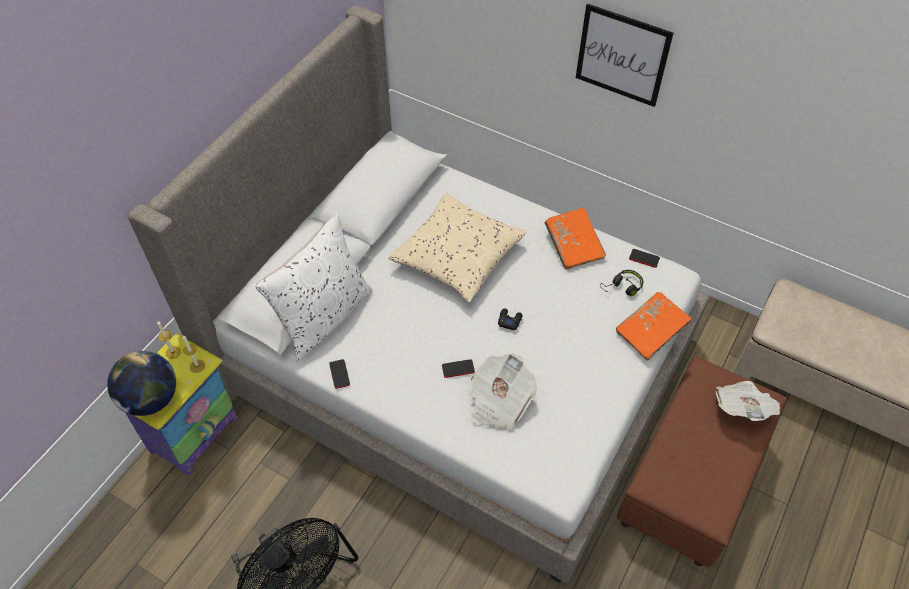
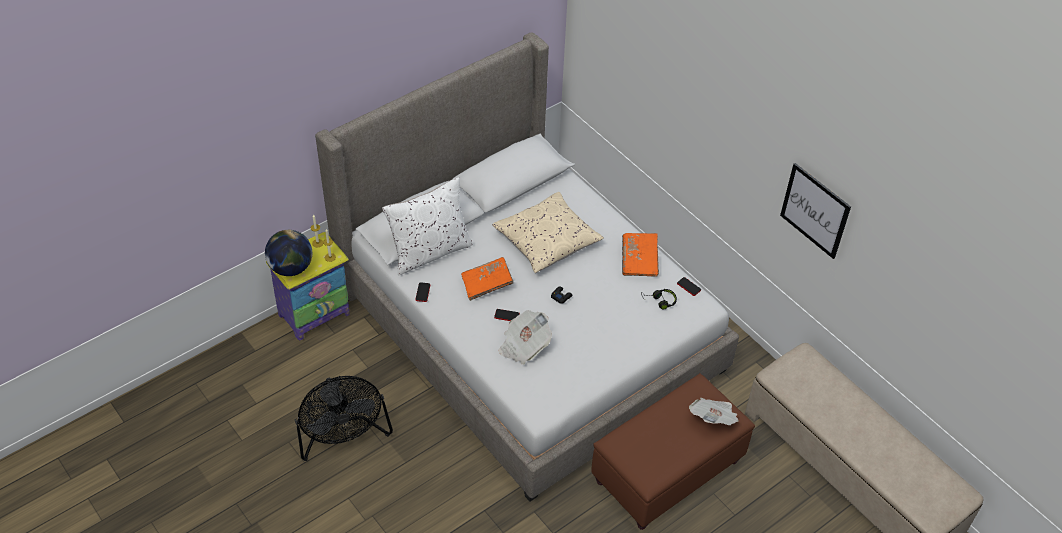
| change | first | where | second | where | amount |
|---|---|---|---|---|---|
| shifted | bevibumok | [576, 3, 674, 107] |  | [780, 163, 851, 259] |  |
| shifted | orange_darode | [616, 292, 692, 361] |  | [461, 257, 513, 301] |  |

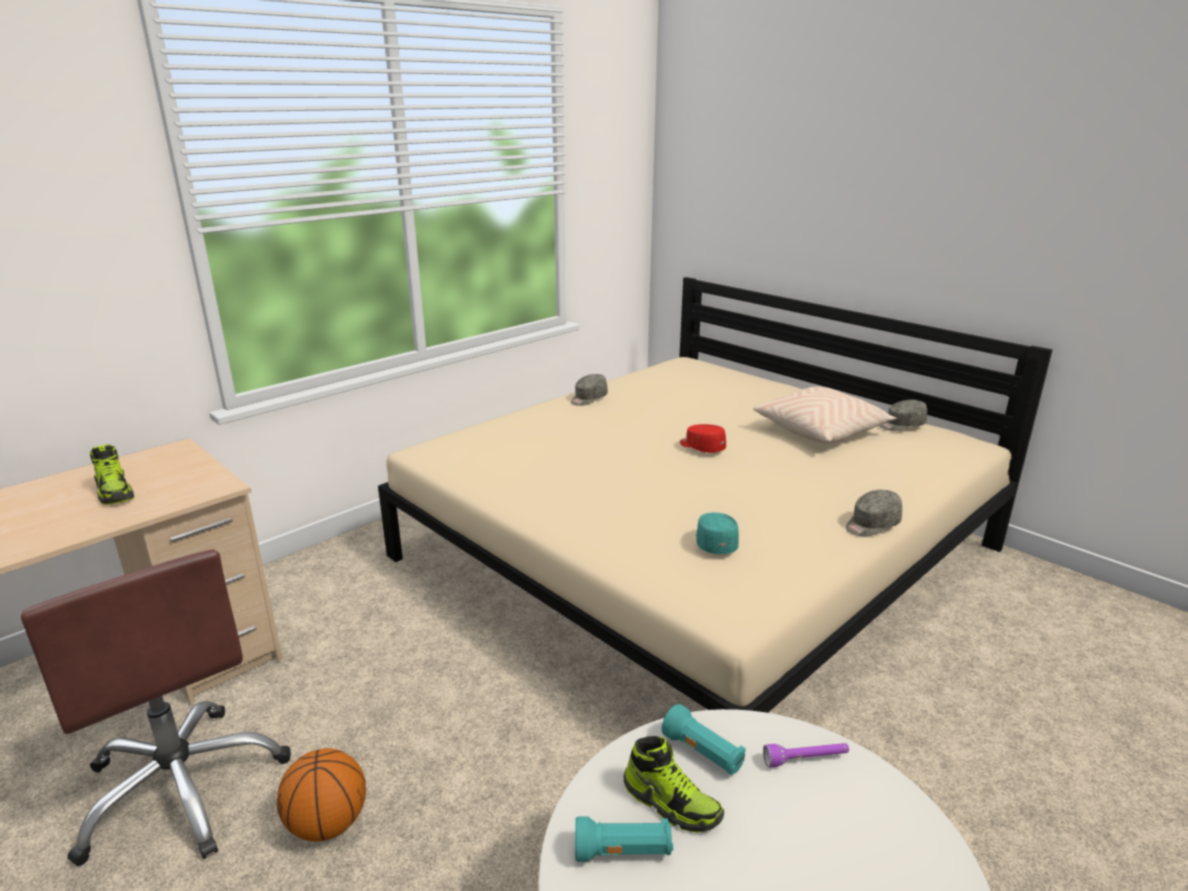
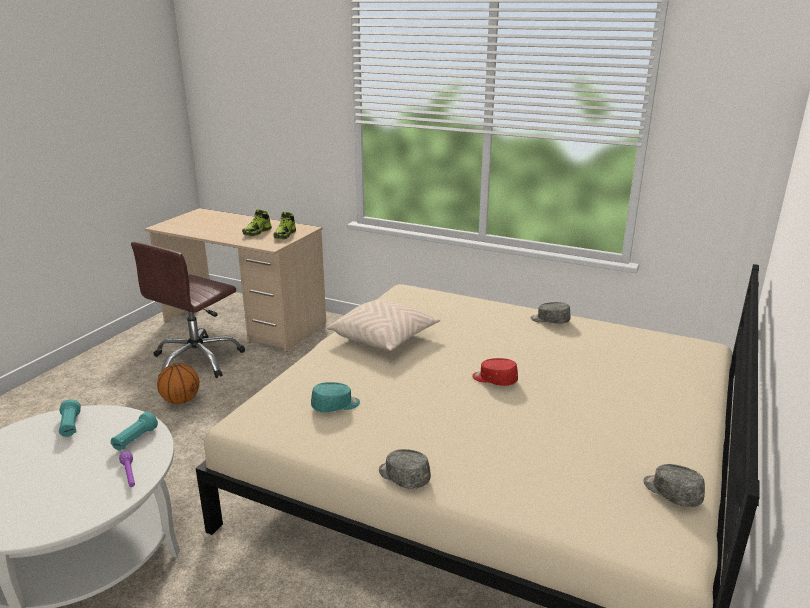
| change | first | where | second | where | amount |
|---|---|---|---|---|---|
| shifted | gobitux | [624, 736, 724, 833] |  | [273, 212, 296, 240] |  |
| shifted | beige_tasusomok | [753, 387, 896, 444] |  | [327, 299, 440, 351] |  |
| rotated | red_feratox | [680, 424, 726, 453] |  | [472, 358, 518, 386] | 90 degrees counterclockwise |

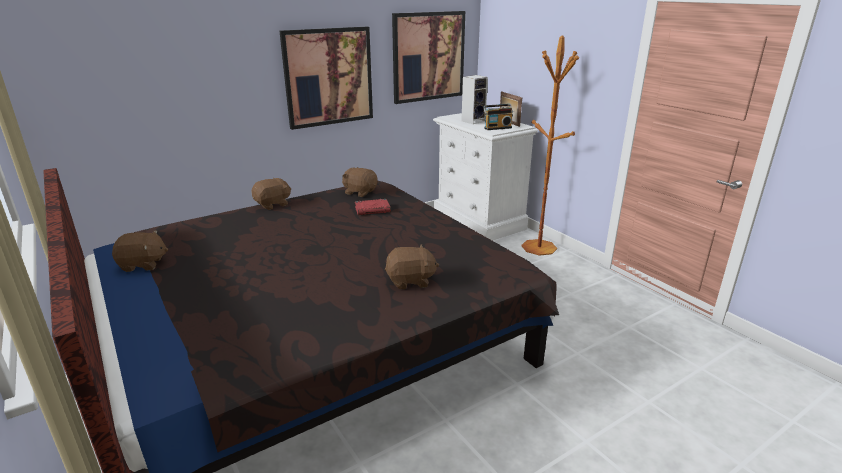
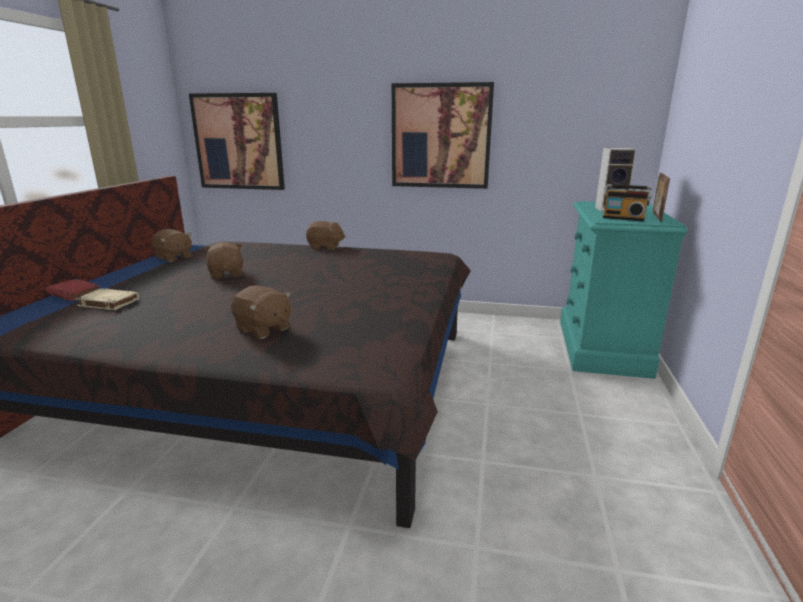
| change | first | where | second | where | amount |
|---|---|---|---|---|---|
| gone | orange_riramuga | [521, 35, 579, 256] |  |  |  |
| new |  |  | beige_darode | [76, 289, 139, 310] |  |
| shifted | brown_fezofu | [342, 167, 377, 197] |  | [204, 242, 243, 279] |  |
| shifted | red_darode | [355, 199, 391, 215] |  | [46, 279, 100, 301] |  |
| shifted | bevibumok | [392, 11, 465, 104] |  | [189, 93, 285, 190] |  |
| repainted | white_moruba | [433, 113, 538, 241] | turquoise_moruba | [560, 201, 687, 379] |  |

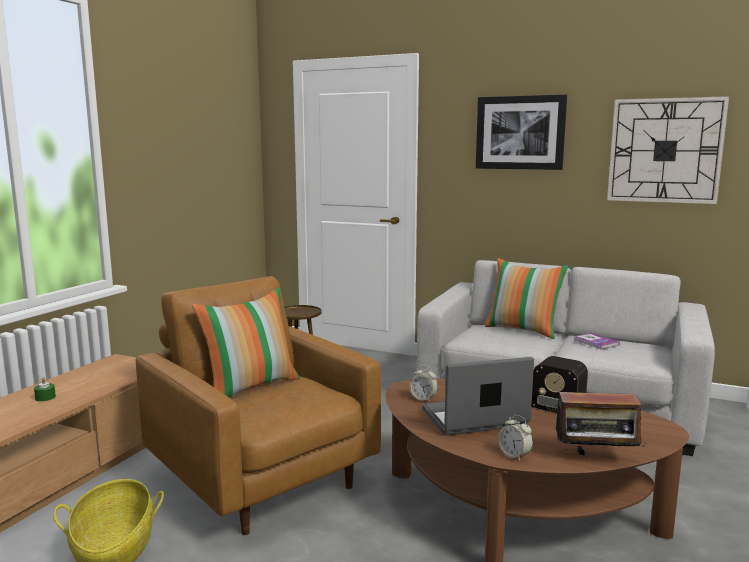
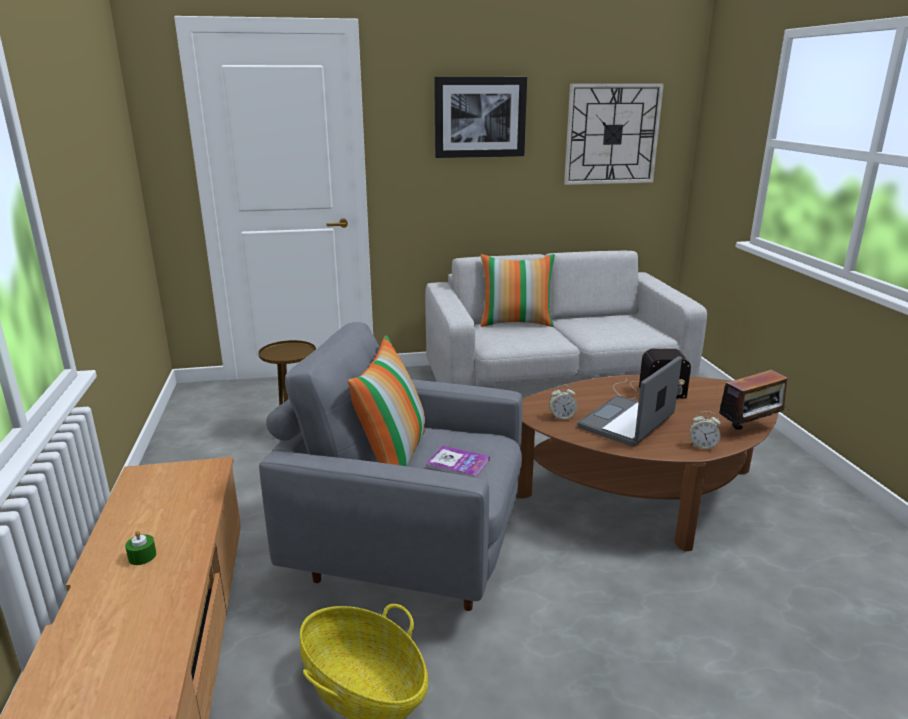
| change | first | where | second | where | amount |
|---|---|---|---|---|---|
| shifted | darode | [574, 333, 620, 350] |  | [426, 446, 490, 478] |  |
| repainted | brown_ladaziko | [136, 276, 381, 535] | grey_ladaziko | [259, 322, 523, 611] |  |

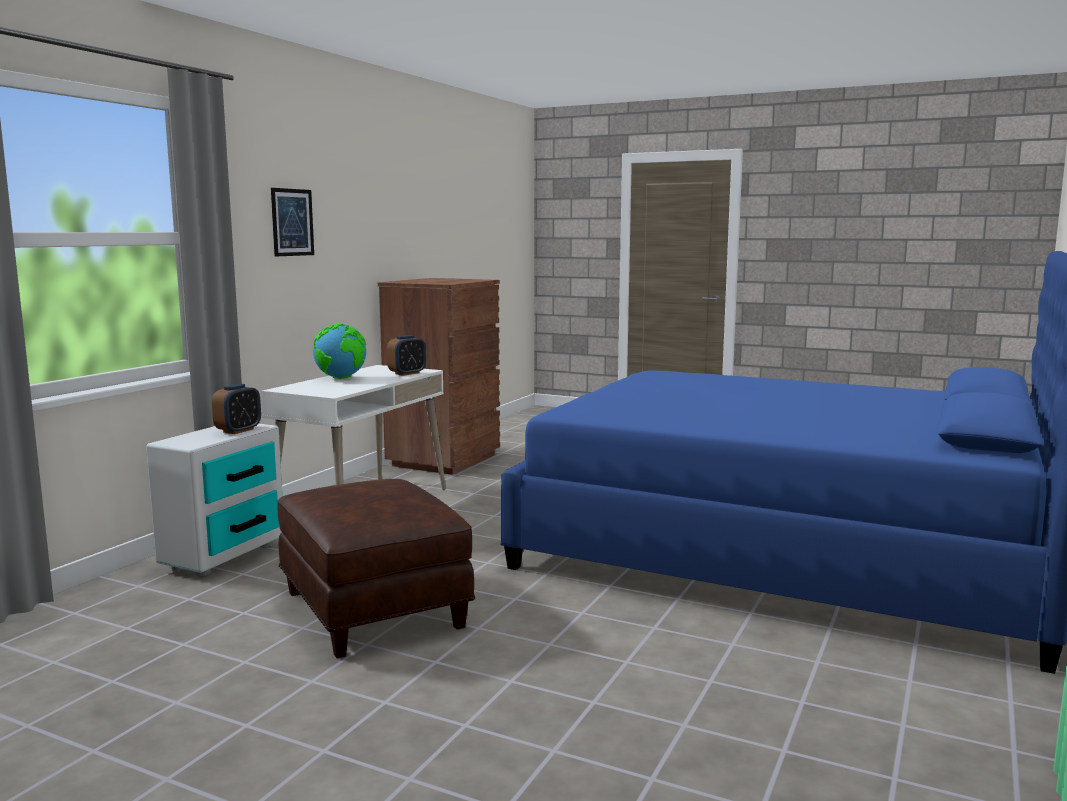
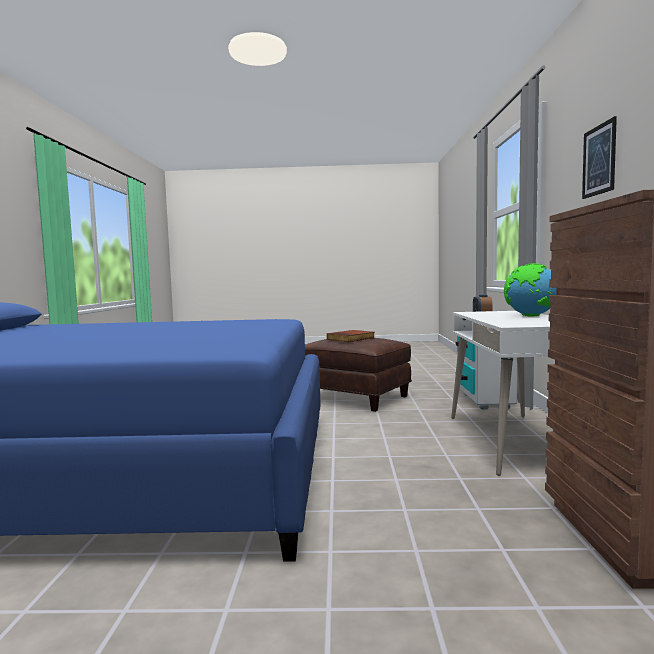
| change | first | where | second | where | amount |
|---|---|---|---|---|---|
| gone | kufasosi | [387, 335, 426, 376] |  |  |  |
| new |  |  | darode | [327, 330, 374, 342] |  |

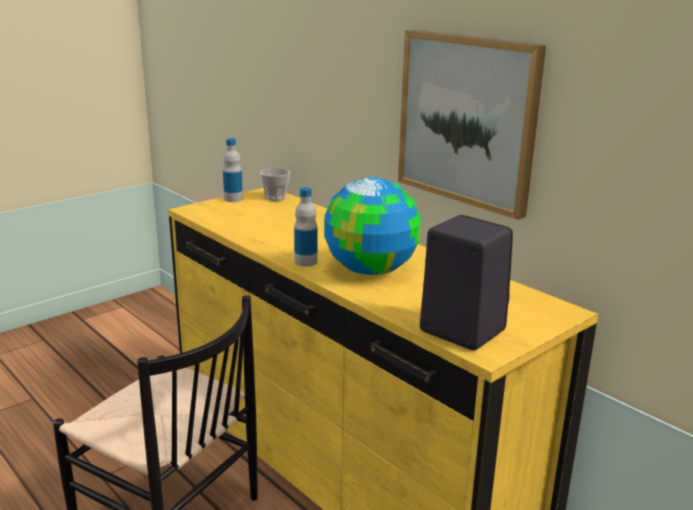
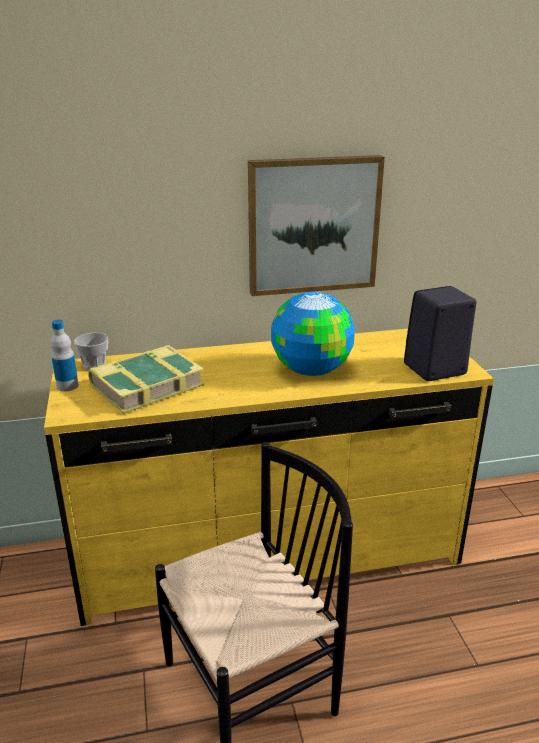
| change | first | where | second | where | amount |
|---|---|---|---|---|---|
| gone | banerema | [294, 187, 318, 267] |  |  |  |
| new |  |  | darode | [88, 345, 204, 414] |  |

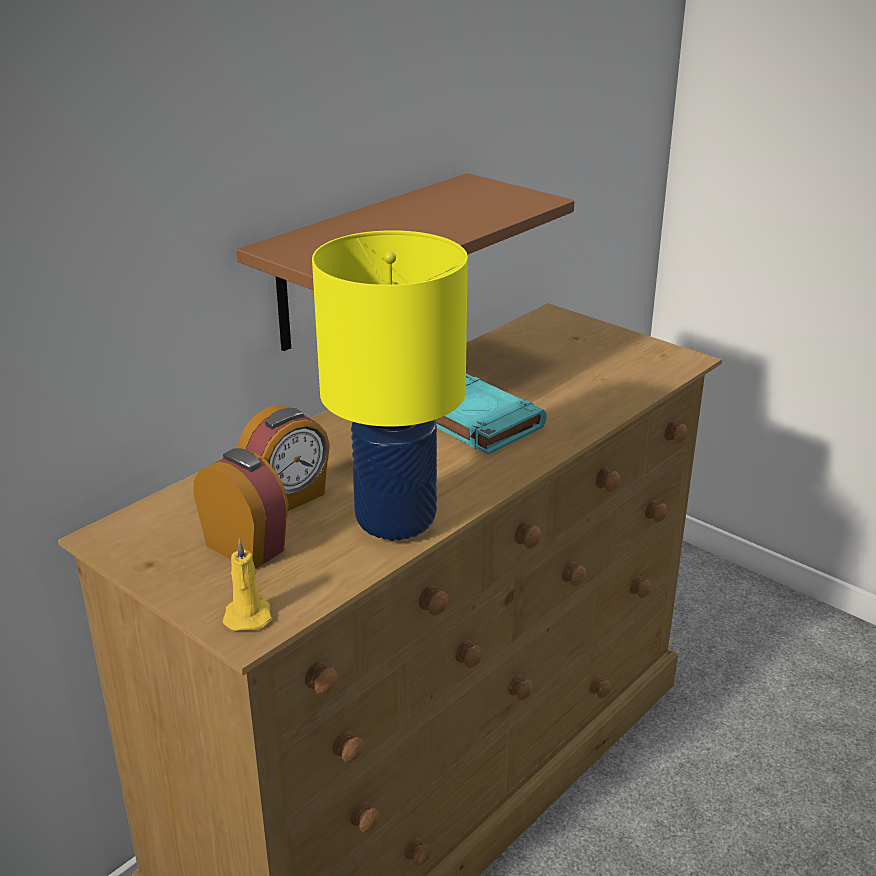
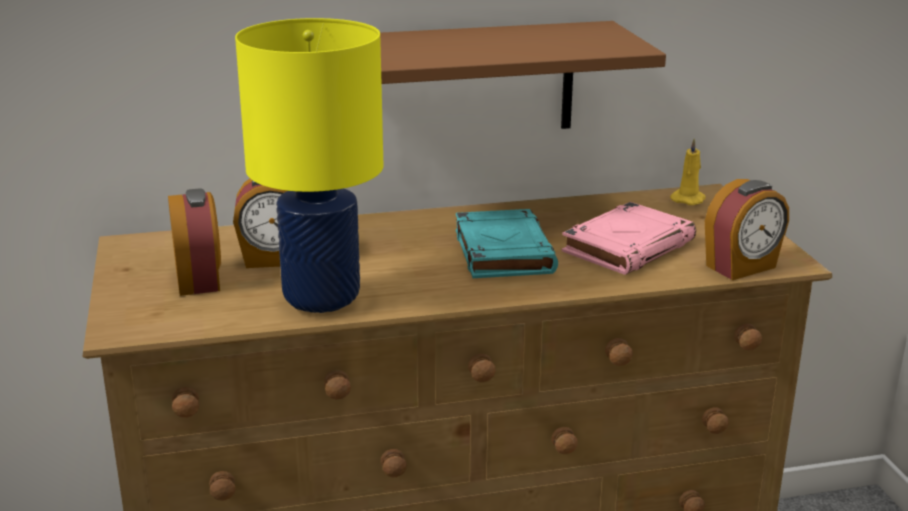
| change | first | where | second | where | amount |
|---|---|---|---|---|---|
| new |  |  | pink_darode | [562, 202, 696, 275] |  |
| new |  |  | kufasosi | [705, 179, 789, 280] |  |
| shifted | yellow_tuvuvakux | [223, 538, 271, 631] |  | [670, 138, 705, 205] |  |

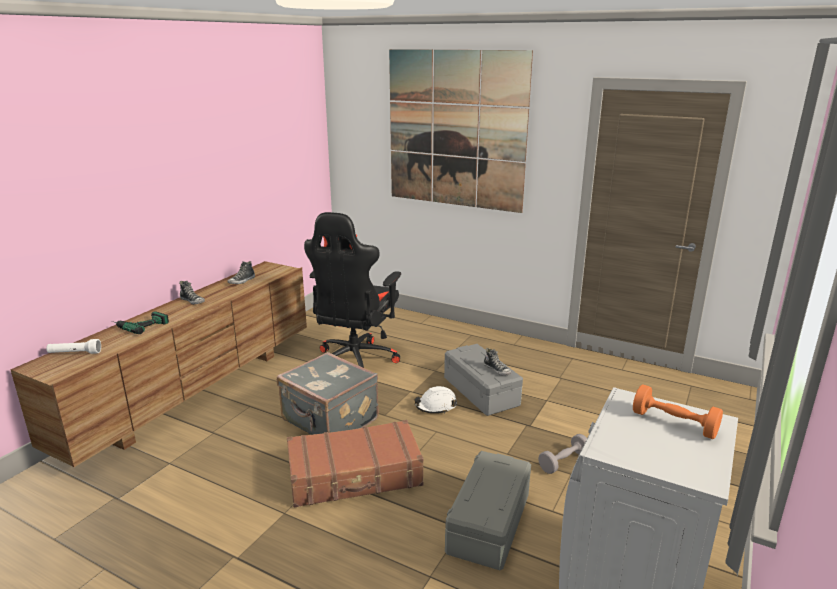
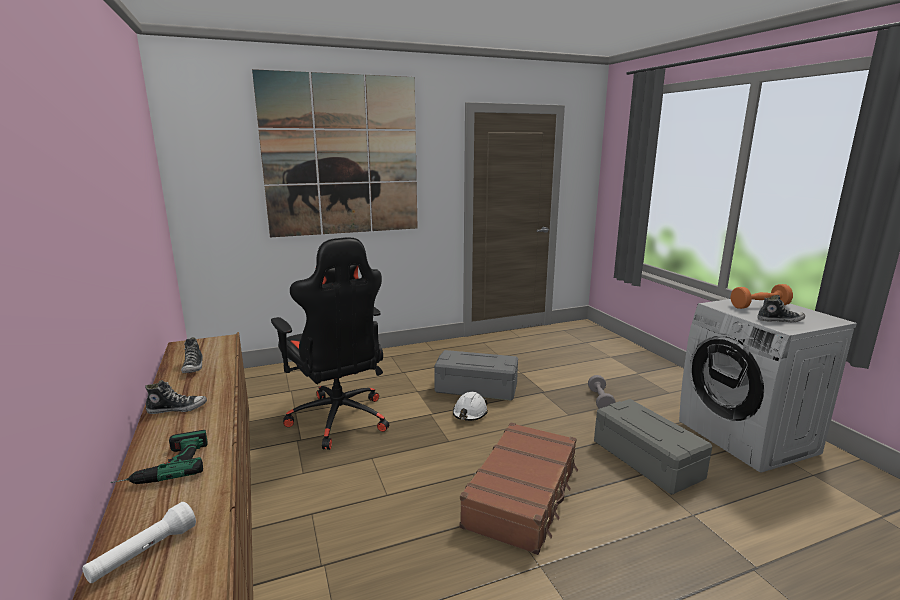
| change | first | where | second | where | amount |
|---|---|---|---|---|---|
| gone | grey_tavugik | [277, 352, 379, 435] |  |  |  |
| shifted | gobitux | [484, 348, 512, 376] |  | [757, 295, 805, 322] |  |

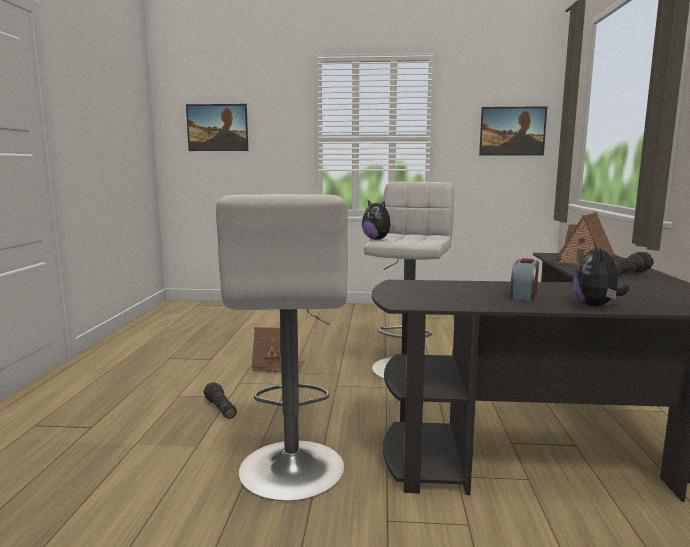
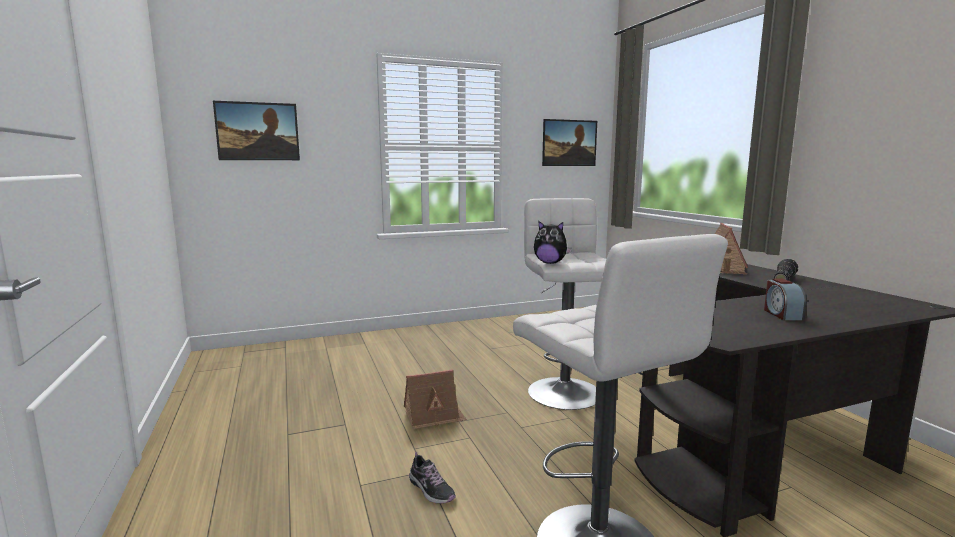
| change | first | where | second | where | amount |
|---|---|---|---|---|---|
| gone | fezofu | [573, 242, 629, 306] |  |  |  |
| swapped | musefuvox | [204, 382, 237, 419] | gobitux | [409, 452, 456, 504] |  |

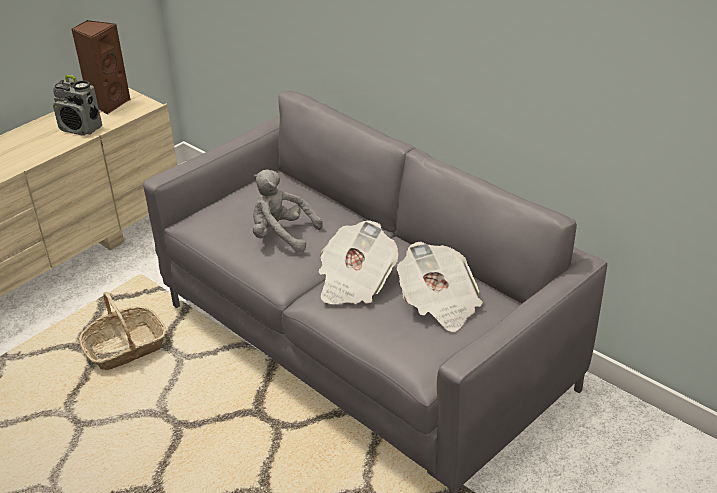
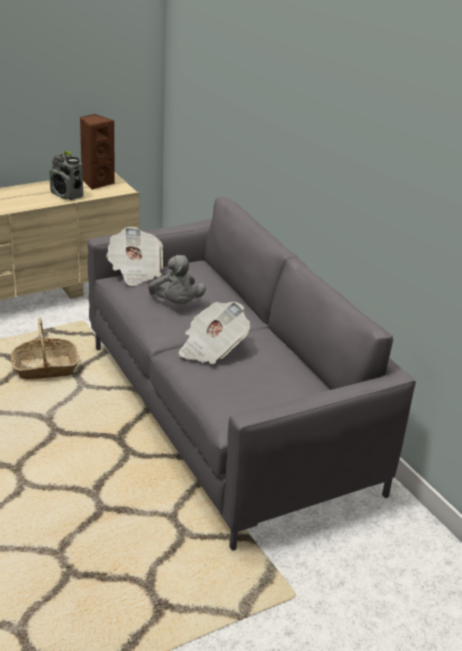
| change | first | where | second | where | amount |
|---|---|---|---|---|---|
| shifted | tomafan | [397, 242, 483, 332] |  | [106, 227, 163, 286] |  |
| rotated | grey_fezofu | [253, 169, 323, 253] |  | [148, 255, 206, 304] | 150 degrees counterclockwise |

